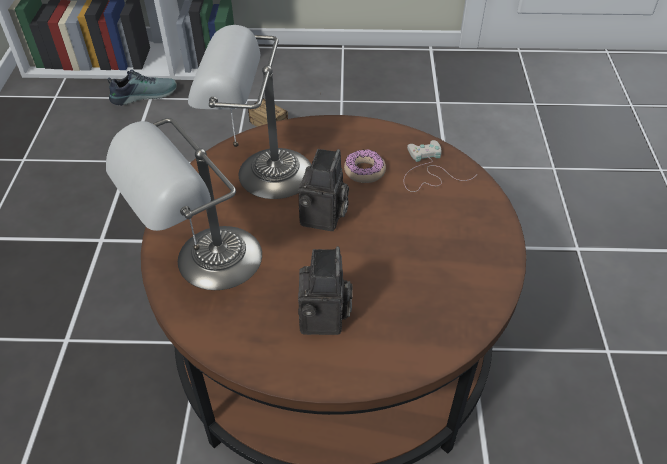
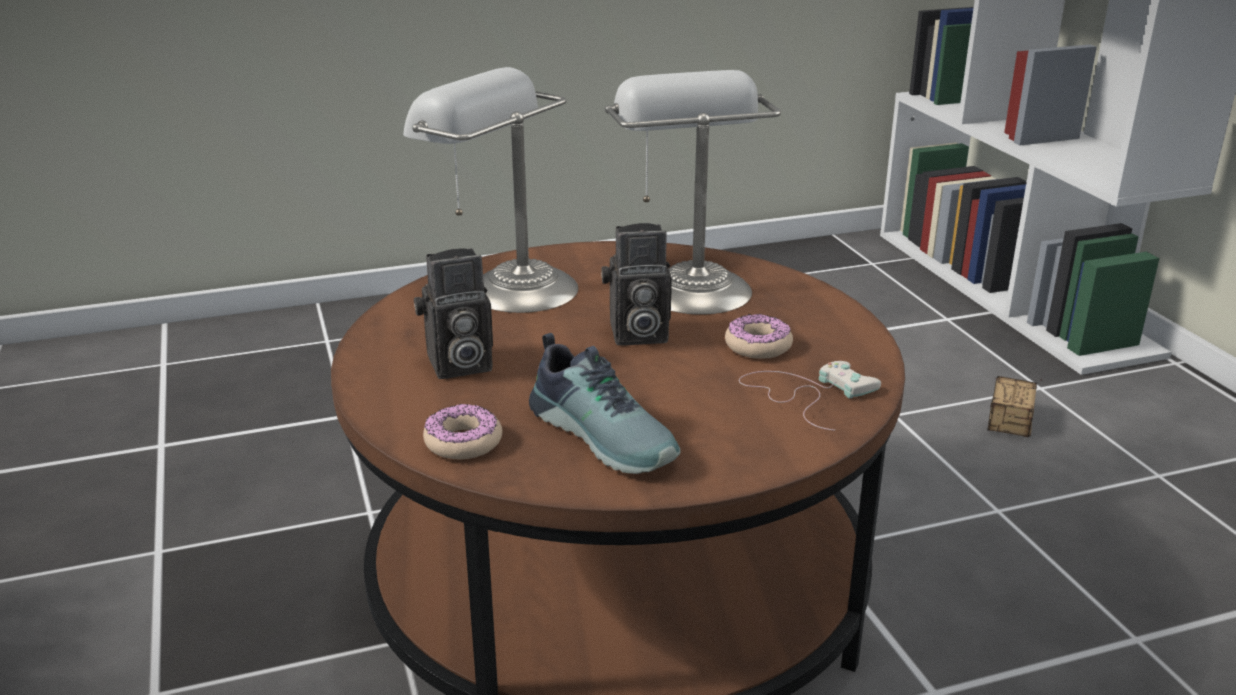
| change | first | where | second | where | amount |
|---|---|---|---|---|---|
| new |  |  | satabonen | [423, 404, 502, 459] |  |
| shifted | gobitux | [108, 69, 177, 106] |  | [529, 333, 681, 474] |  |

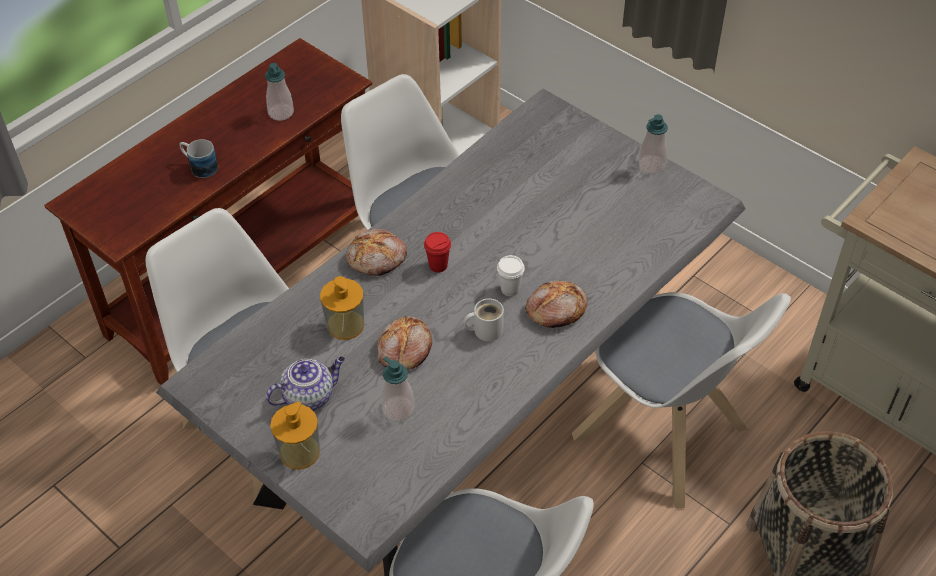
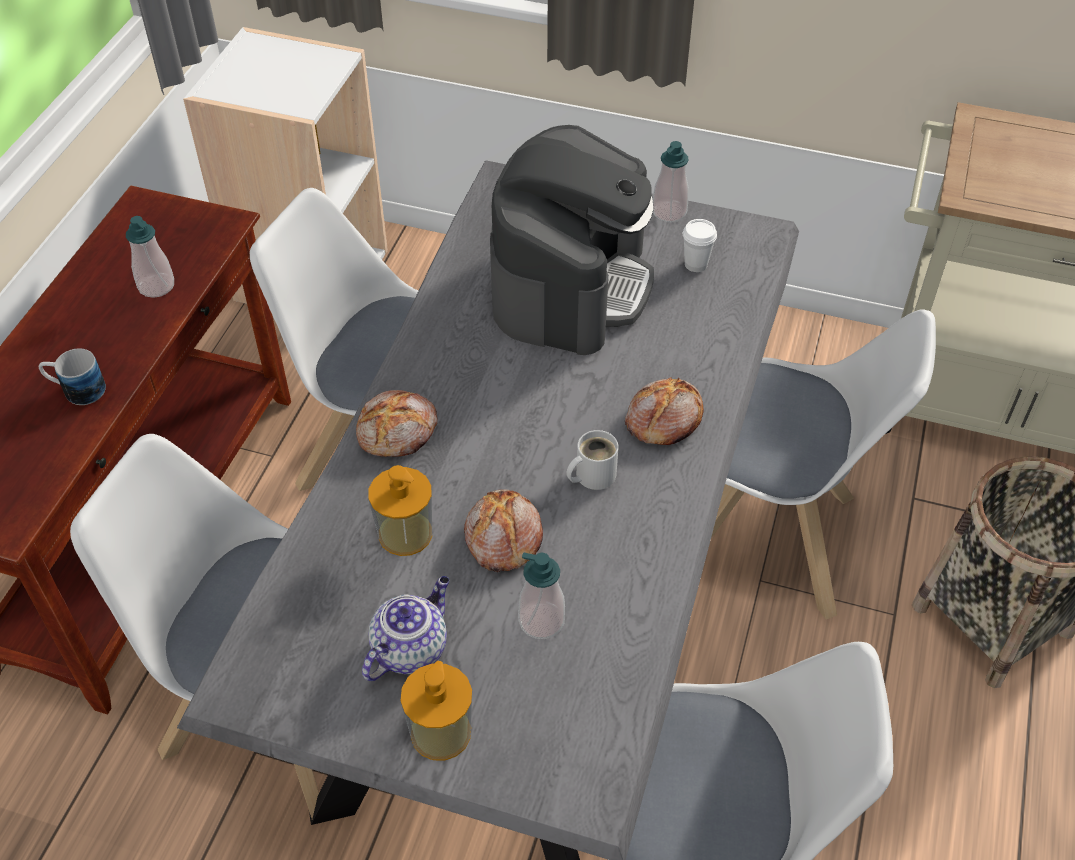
| change | first | where | second | where | amount |
|---|---|---|---|---|---|
| gone | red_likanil | [424, 232, 451, 272] |  |  |  |
| new |  |  | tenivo | [490, 125, 654, 355] |  |
| shifted | white_likanil | [497, 255, 525, 296] |  | [683, 219, 717, 272] |  |

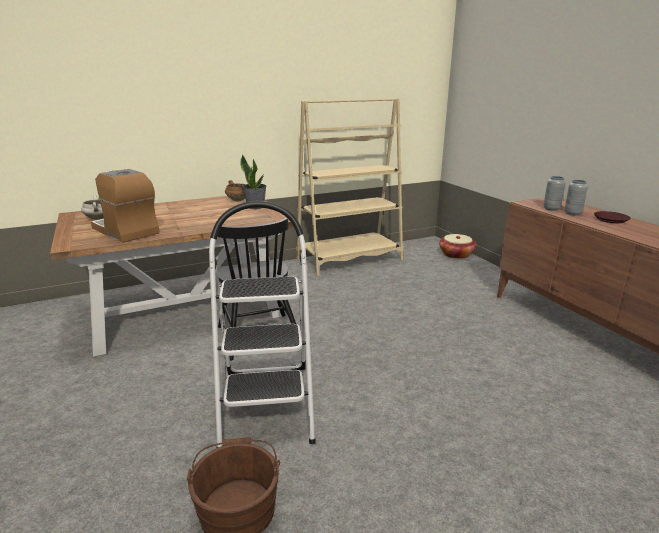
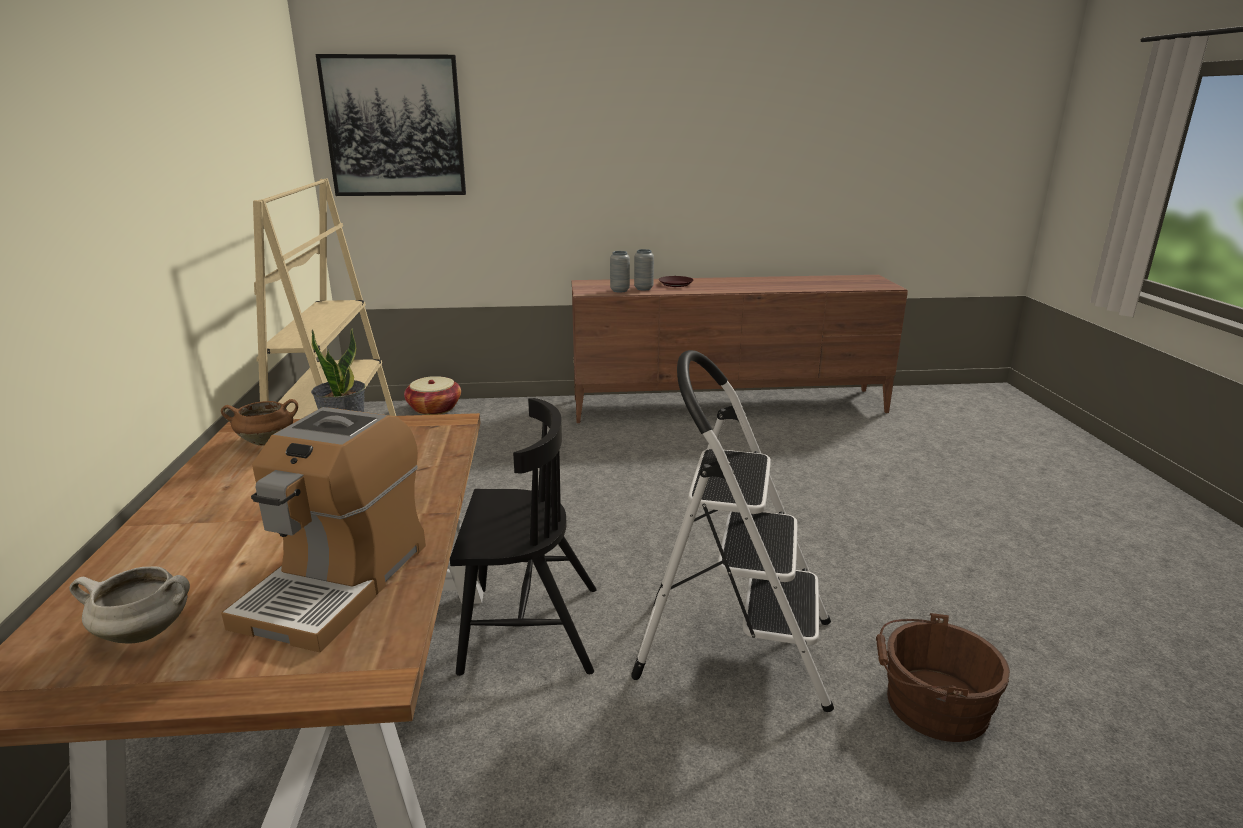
| change | first | where | second | where | amount |
|---|---|---|---|---|---|
| new |  |  | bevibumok | [316, 54, 466, 196] |  |
| rotated | tenivo | [91, 169, 160, 243] |  | [221, 407, 426, 652] | 45 degrees counterclockwise |

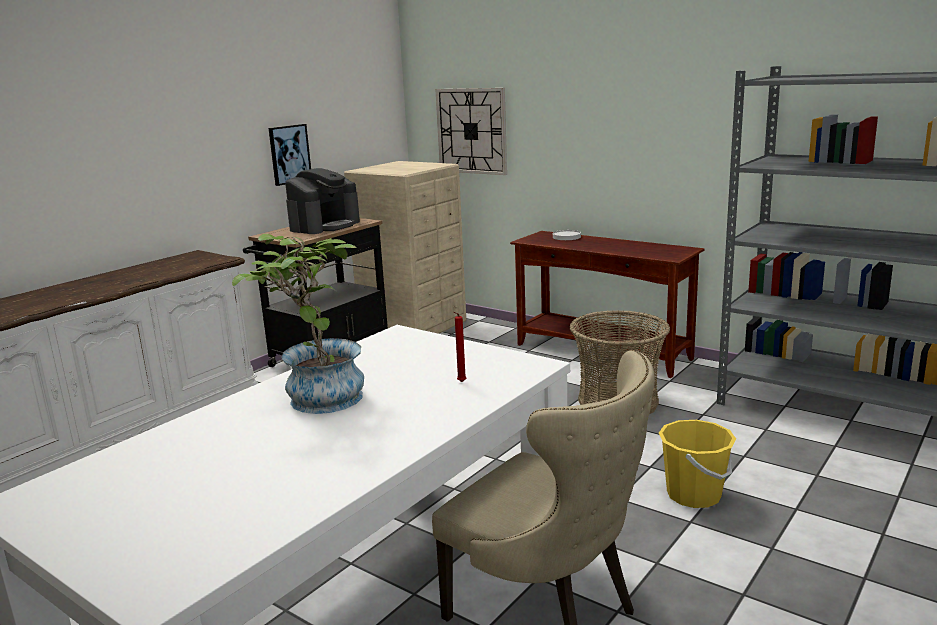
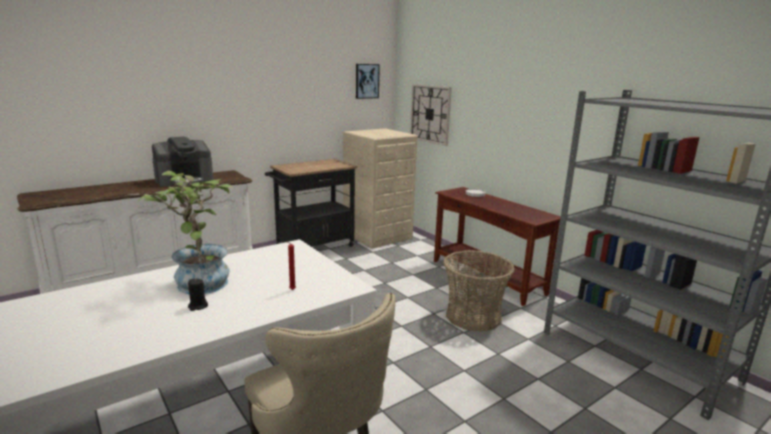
| change | first | where | second | where | amount |
|---|---|---|---|---|---|
| gone | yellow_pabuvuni | [659, 420, 736, 508] |  |  |  |
| new |  |  | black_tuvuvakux | [188, 278, 208, 311] |  |
| shifted | bevibumok | [269, 124, 311, 186] |  | [356, 64, 380, 99] |  |
| shifted | tenivo | [285, 168, 360, 234] |  | [152, 137, 214, 187] |  |

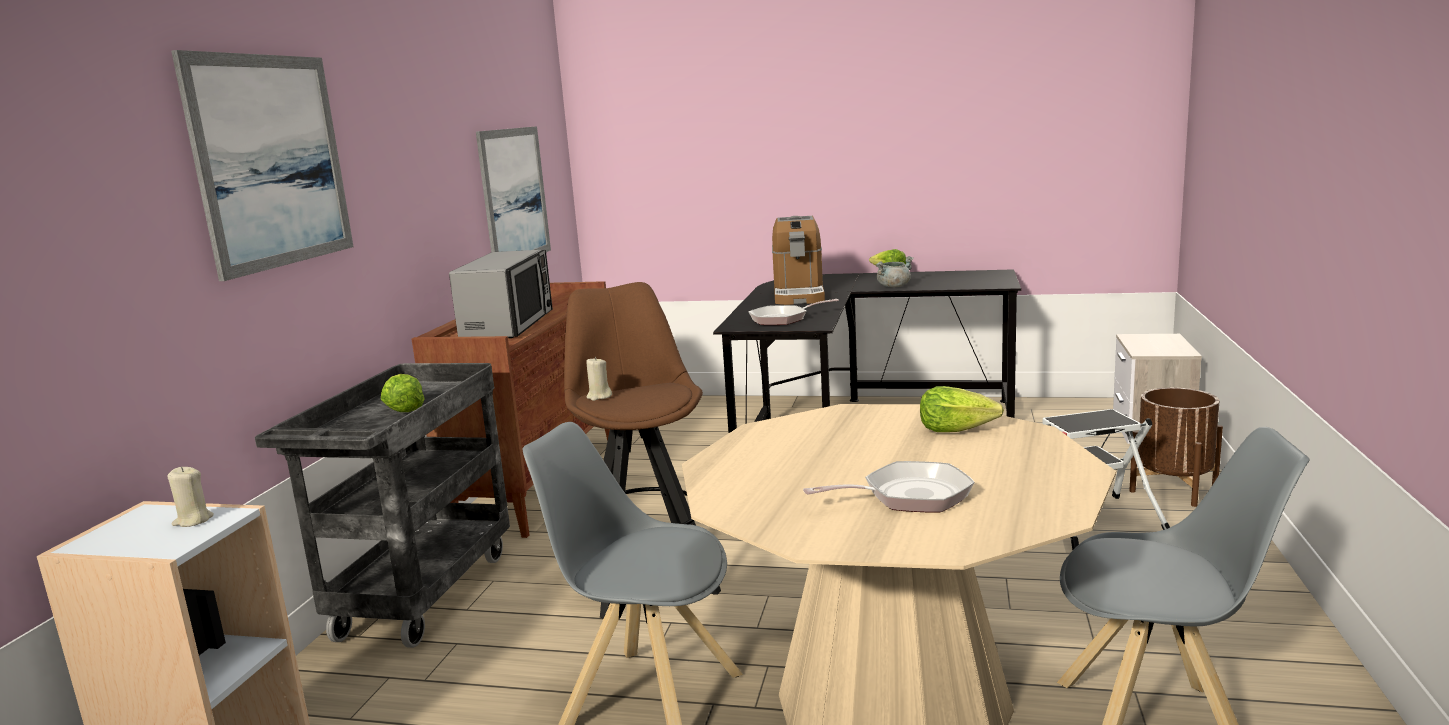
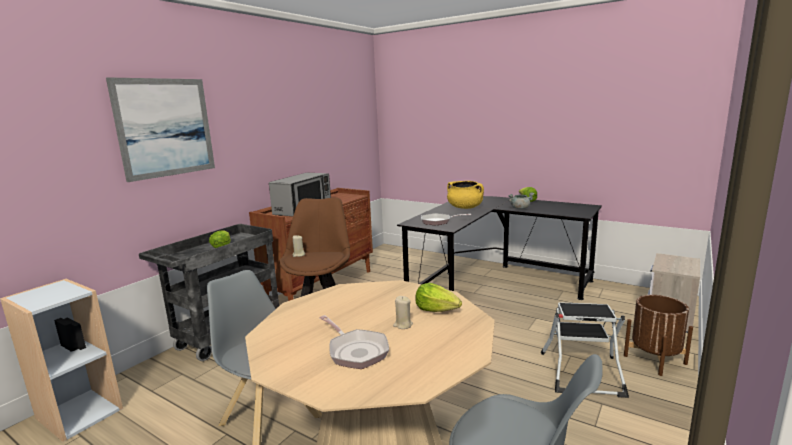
| change | first | where | second | where | amount |
|---|---|---|---|---|---|
| gone | bevibumok | [476, 126, 551, 252] |  |  |  |
| shifted | beige_tuvuvakux | [168, 466, 214, 527] |  | [393, 296, 413, 329] |  |
| swapped | tenivo | [772, 216, 825, 305] | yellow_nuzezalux | [447, 181, 484, 209] |  |
| rotated | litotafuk | [803, 461, 975, 513] |  | [319, 315, 389, 369] | 45 degrees clockwise |

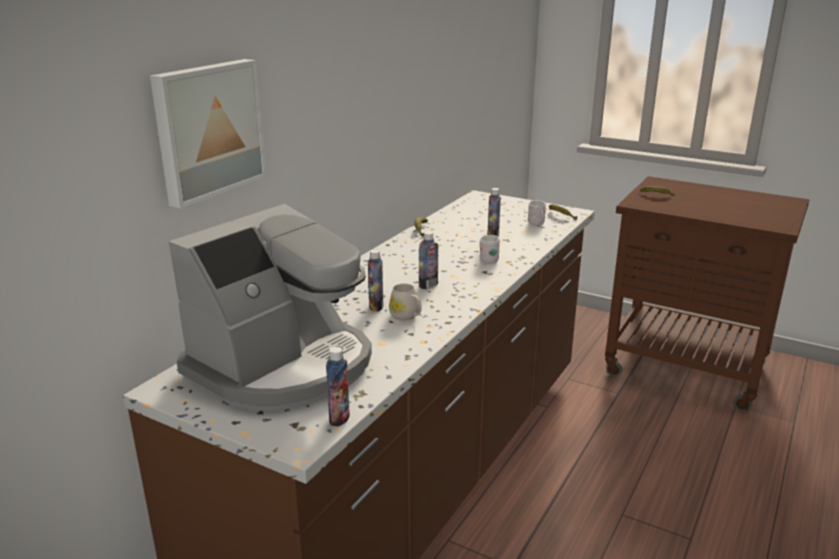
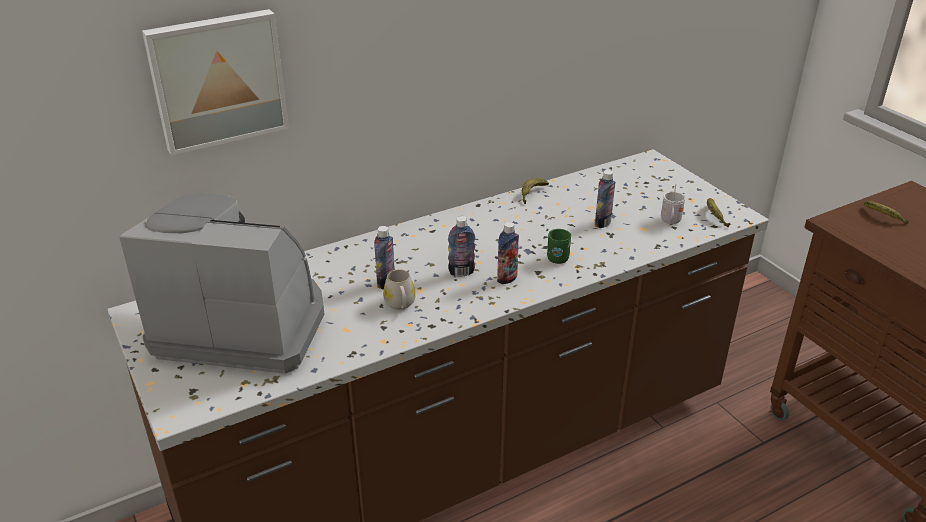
| change | first | where | second | where | amount |
|---|---|---|---|---|---|
| shifted | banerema | [326, 347, 350, 427] |  | [497, 222, 519, 284] |  |
| repainted | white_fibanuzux | [479, 235, 500, 264] | green_fibanuzux | [547, 229, 571, 264] |  |
| rotated | tenivo | [169, 204, 372, 411] |  | [119, 193, 324, 374] | 150 degrees counterclockwise |

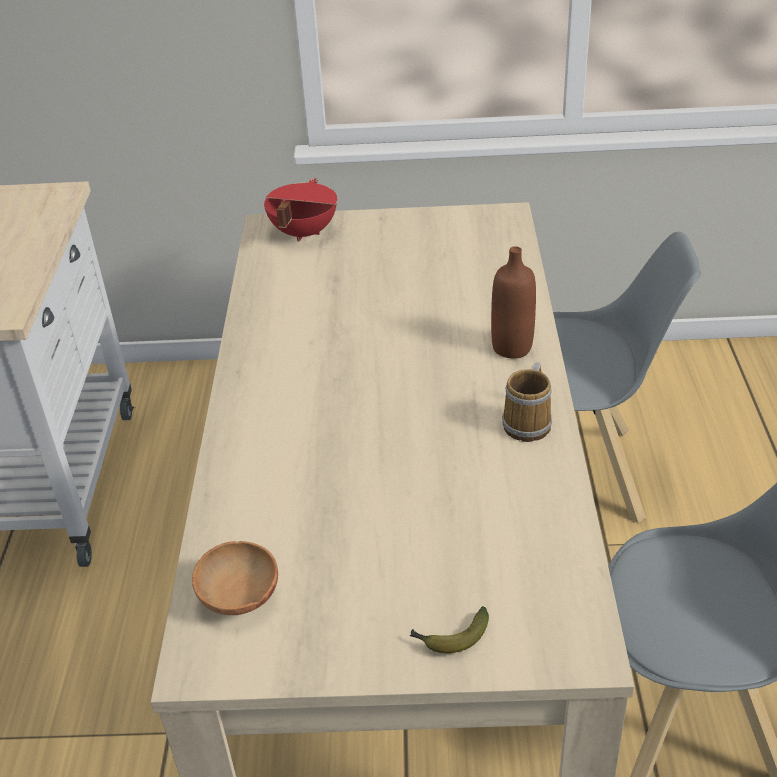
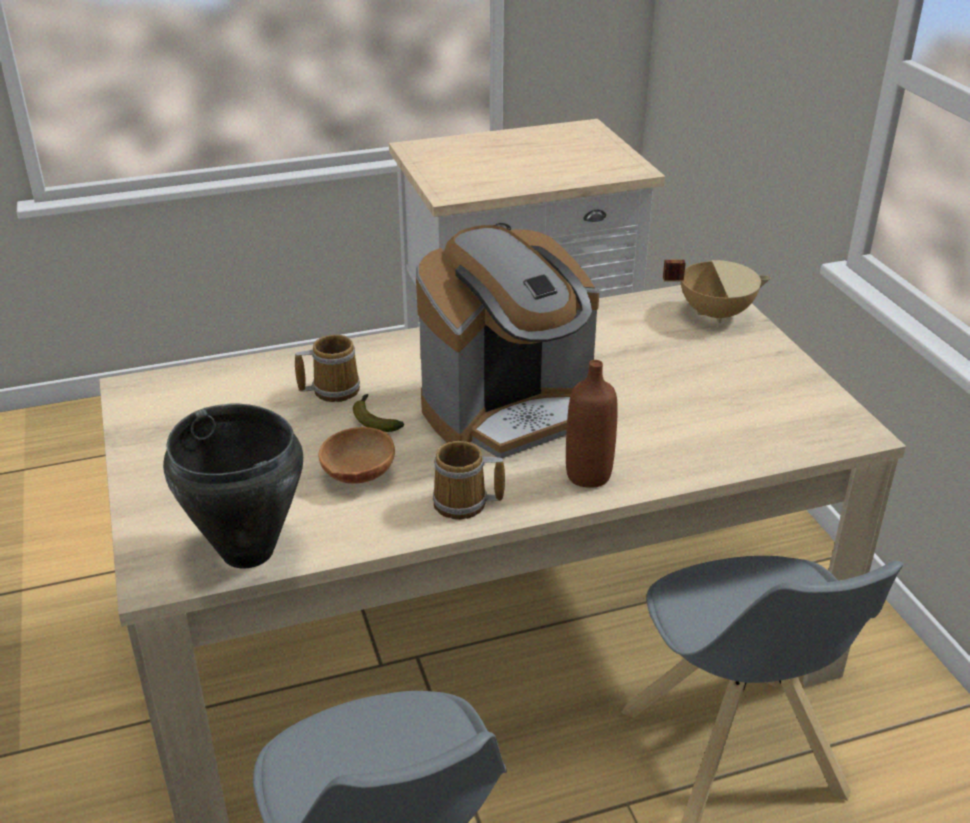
| change | first | where | second | where | amount |
|---|---|---|---|---|---|
| new |  |  | black_nuzezalux | [163, 404, 303, 568] |  |
| new |  |  | fibanuzux | [295, 335, 360, 402] |  |
| new |  |  | tenivo | [416, 225, 599, 458] |  |
| shifted | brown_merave | [192, 541, 278, 615] |  | [318, 427, 395, 484] |  |
| shifted | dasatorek | [410, 606, 489, 653] |  | [353, 394, 404, 432] |  |
| repainted | red_nuzezalux | [264, 178, 337, 241] | beige_nuzezalux | [663, 259, 771, 323] |  |

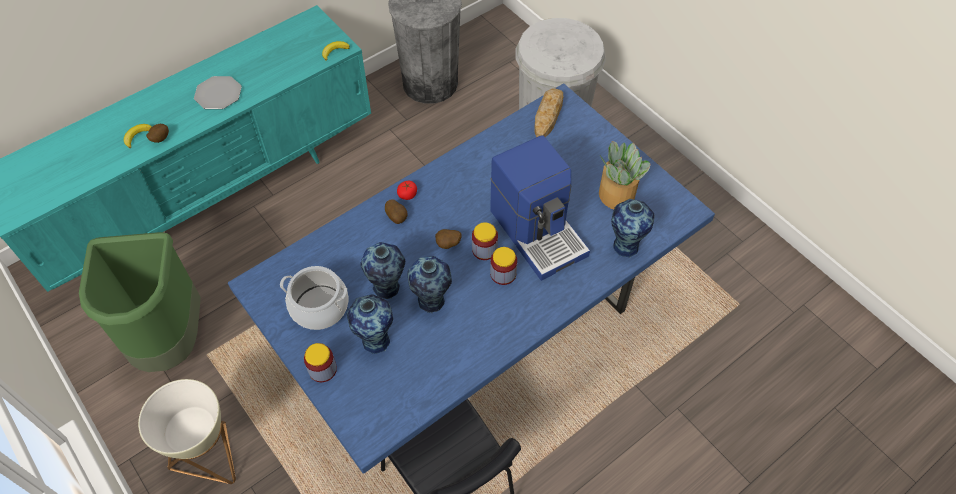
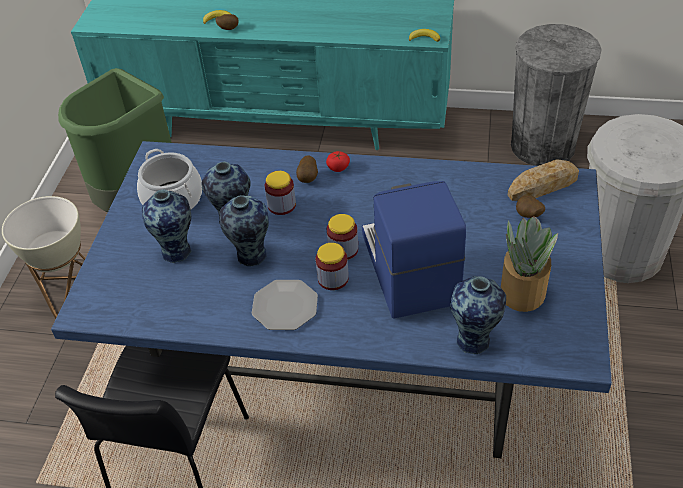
| change | first | where | second | where | amount |
|---|---|---|---|---|---|
| shifted | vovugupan | [194, 76, 242, 109] |  | [252, 280, 318, 330] |  |
| shifted | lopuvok | [304, 343, 337, 382] |  | [264, 171, 296, 215] |  |
| shifted | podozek | [435, 229, 462, 249] |  | [516, 195, 545, 218] |  |
| rotated | tenivo | [490, 135, 590, 281] |  | [362, 181, 466, 319] | 150 degrees clockwise |

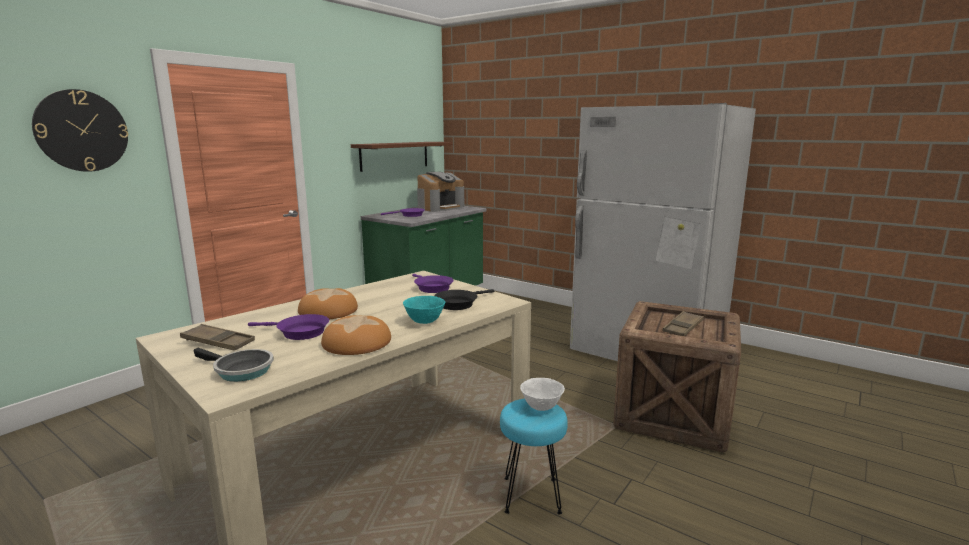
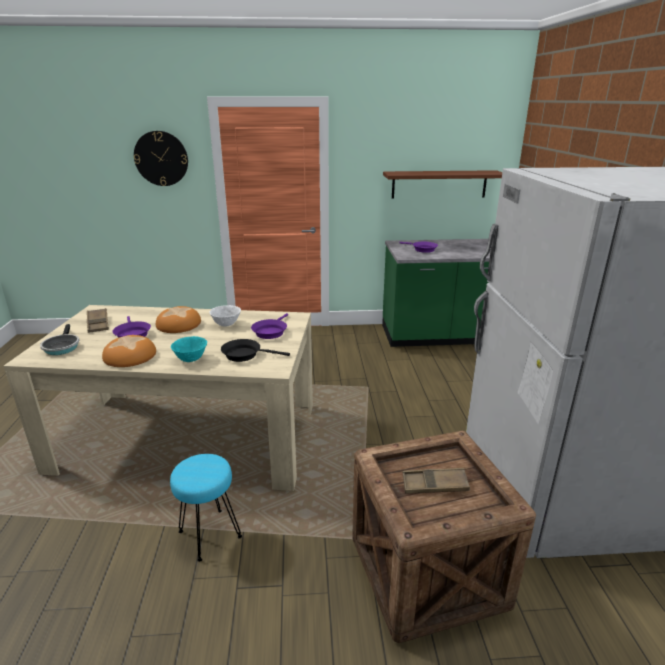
| change | first | where | second | where | amount |
|---|---|---|---|---|---|
| gone | tenivo | [417, 172, 464, 212] |  |  |  |
| shifted | white_merave | [520, 378, 565, 411] |  | [210, 305, 241, 326] |  |

